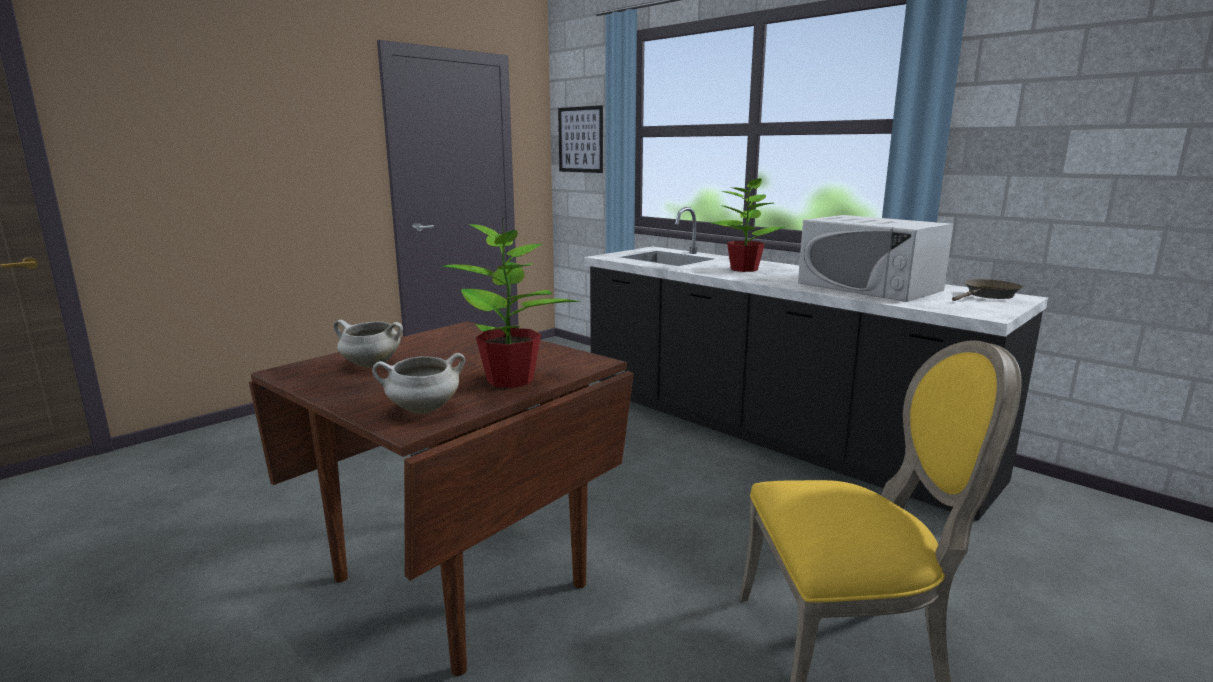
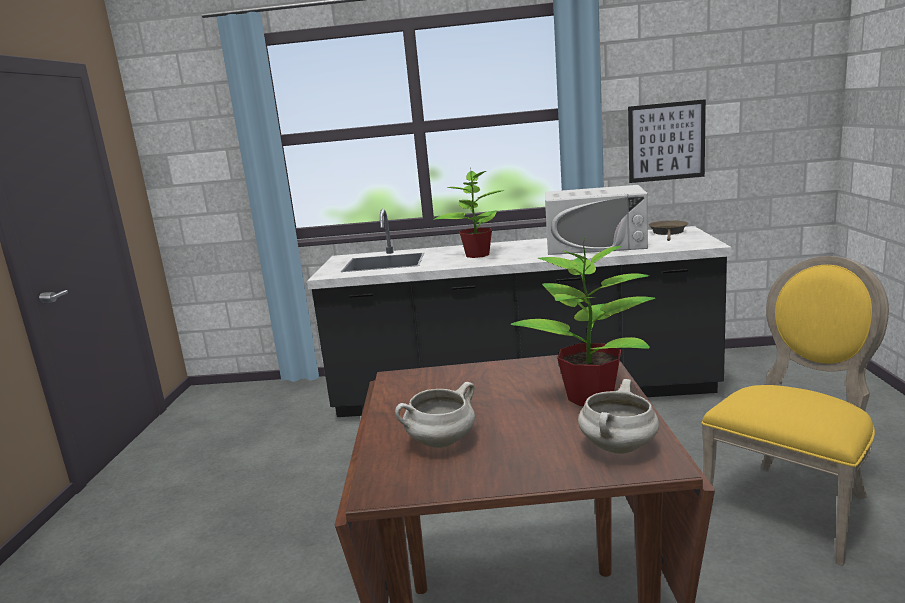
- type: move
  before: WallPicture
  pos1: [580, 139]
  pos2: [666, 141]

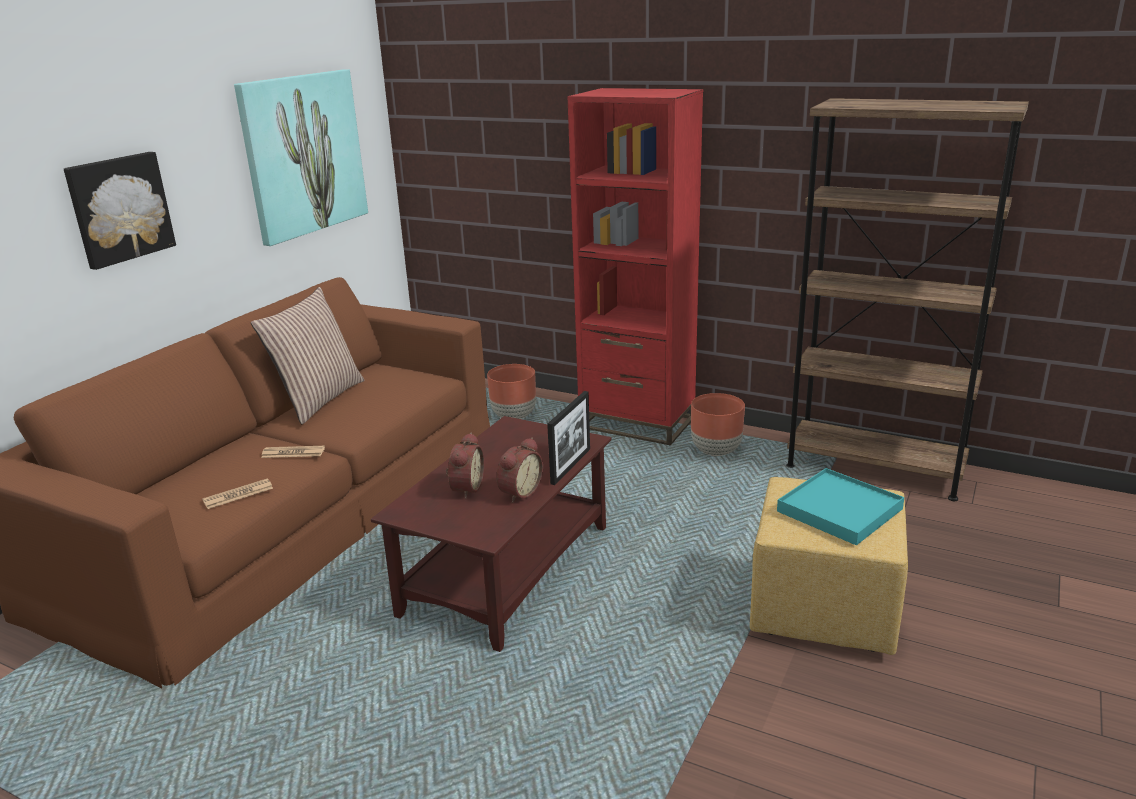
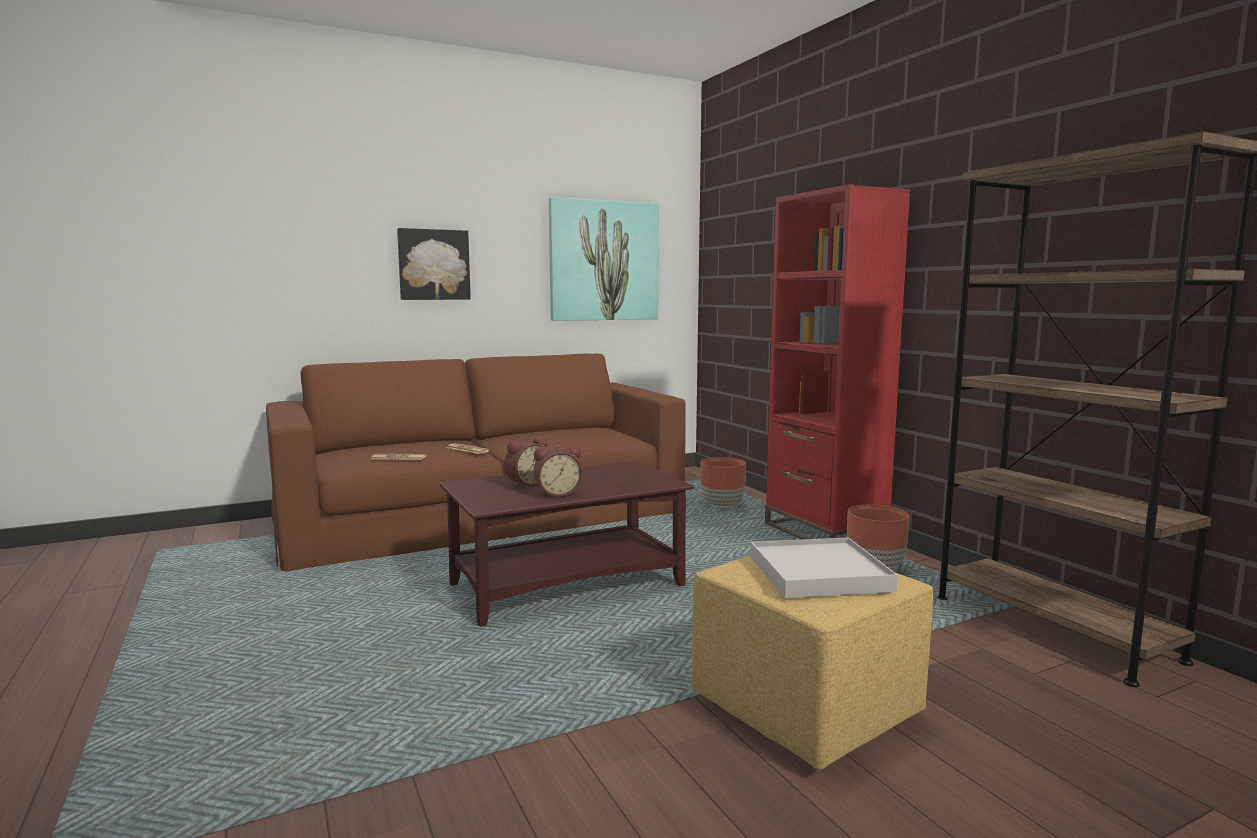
- type: delete
  before: Cushion
  pos1: [318, 399]
- type: delete
  before: StandingFrame
  pos1: [571, 466]
- type: recolor
  before: TurquoiseTray
  after: WhiteTray
  pos1: [839, 510]
  pos2: [819, 573]

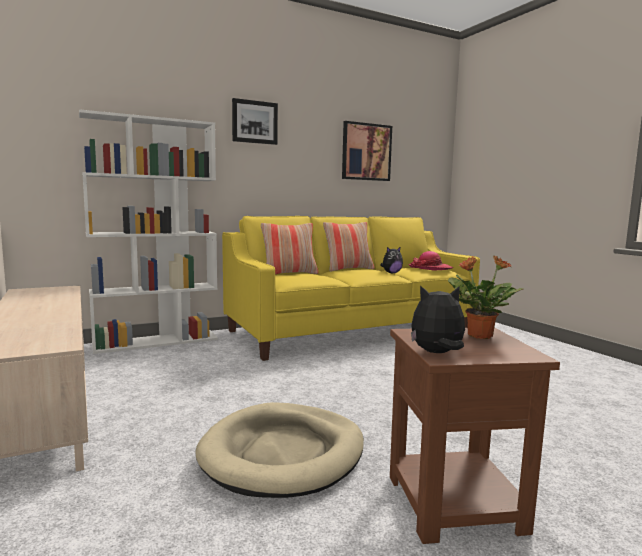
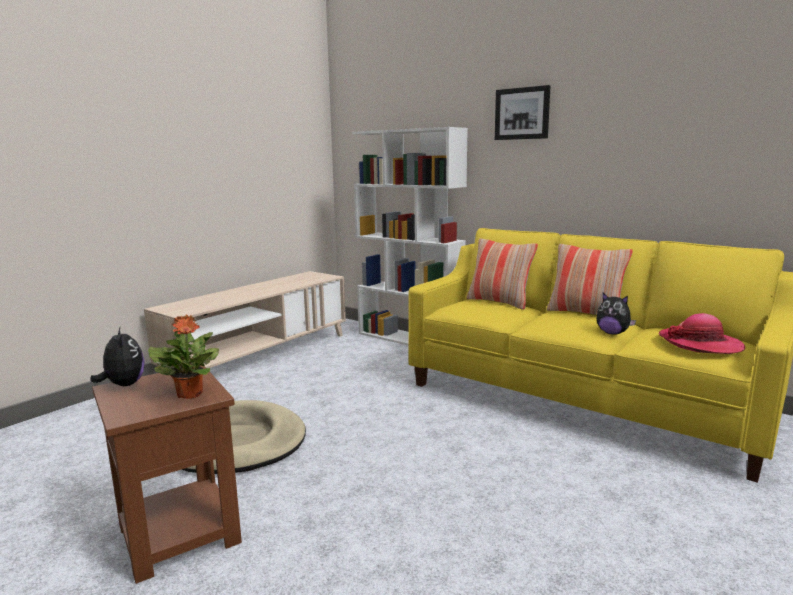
- type: delete
  before: WallPicture
  pos1: [366, 152]

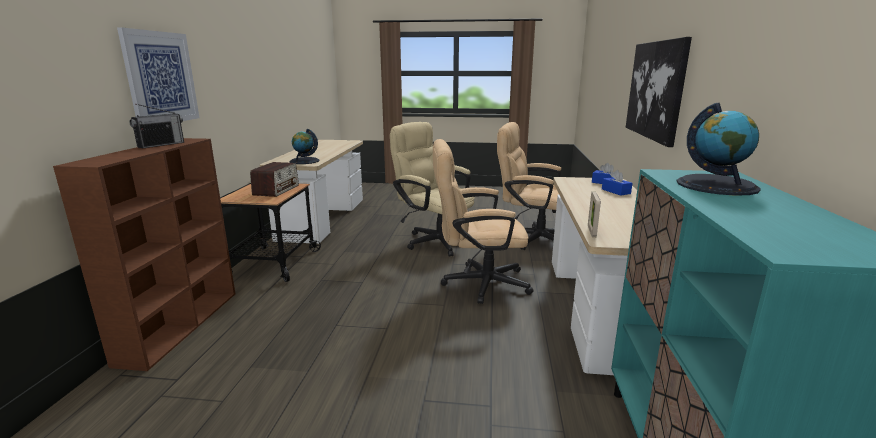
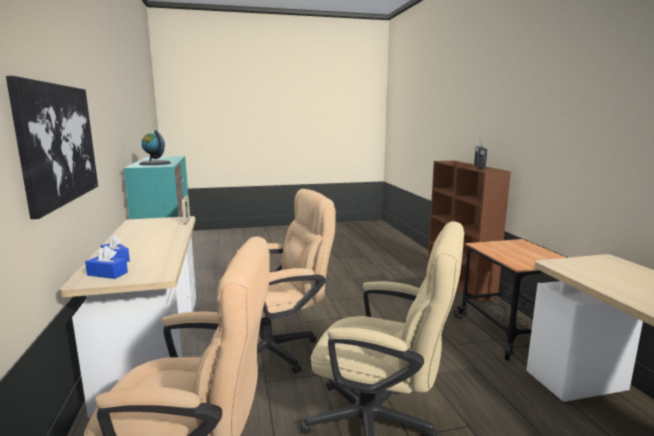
- type: delete
  before: WallPicture
  pos1: [161, 78]
- type: delete
  before: Radio
  pos1: [276, 190]
- type: delete
  before: DeskGlobe
  pos1: [304, 161]

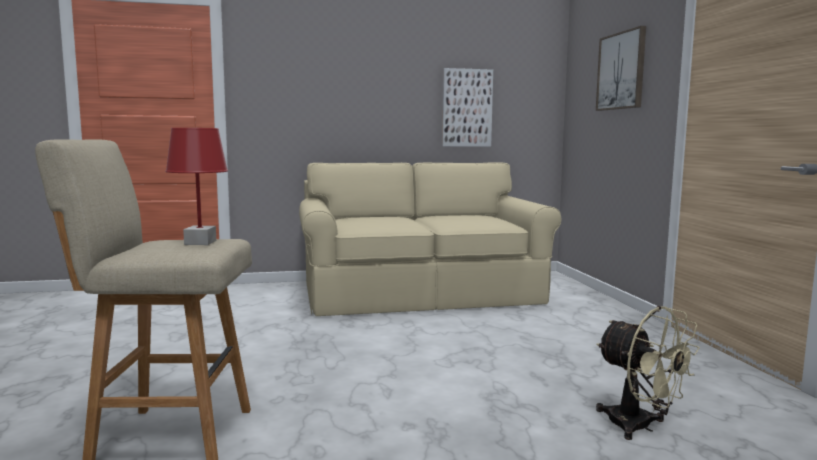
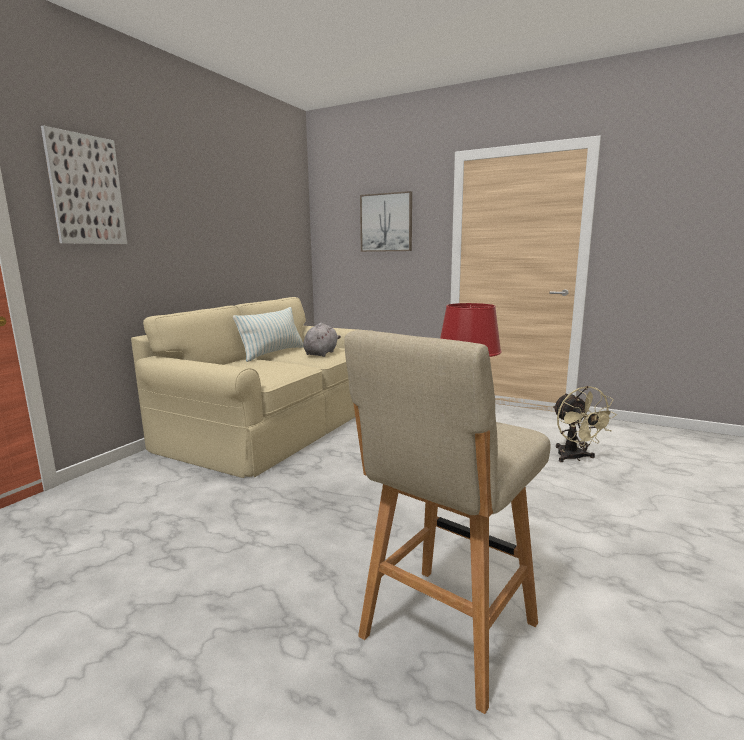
- type: move
  before: WallPicture
  pos1: [467, 108]
  pos2: [86, 190]
- type: rotate
  before: BeigeColouredCoolingFan
  pos1: [640, 427]
  pos2: [574, 458]
  turn: 75
- type: insert
  after: Cushion
  pos2: [272, 353]
- type: insert
  after: GraySoftToy
  pos2: [321, 353]

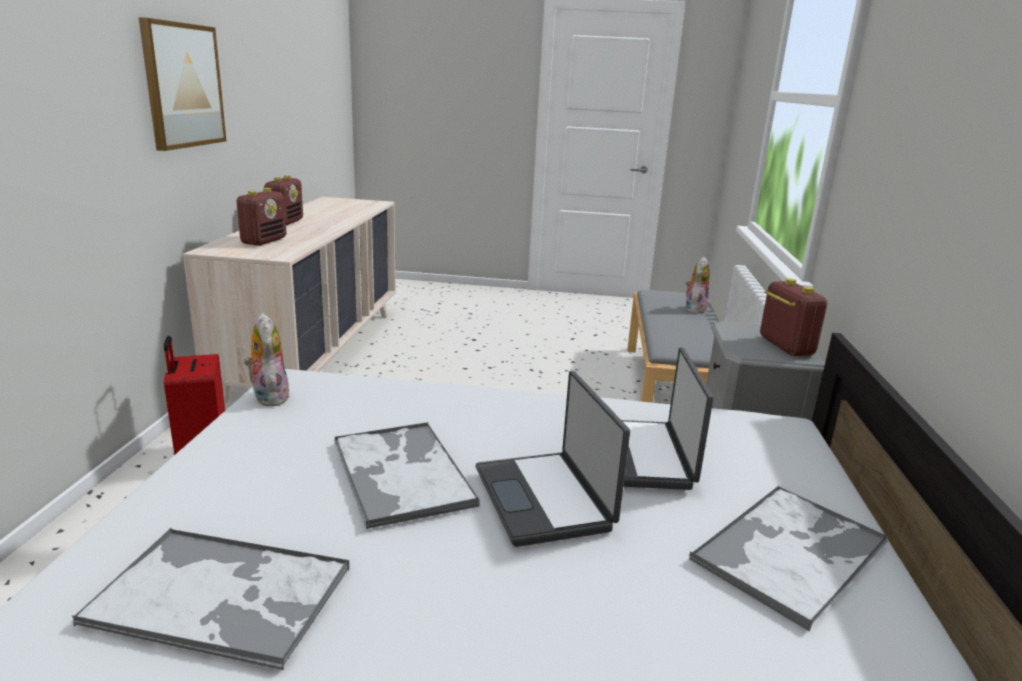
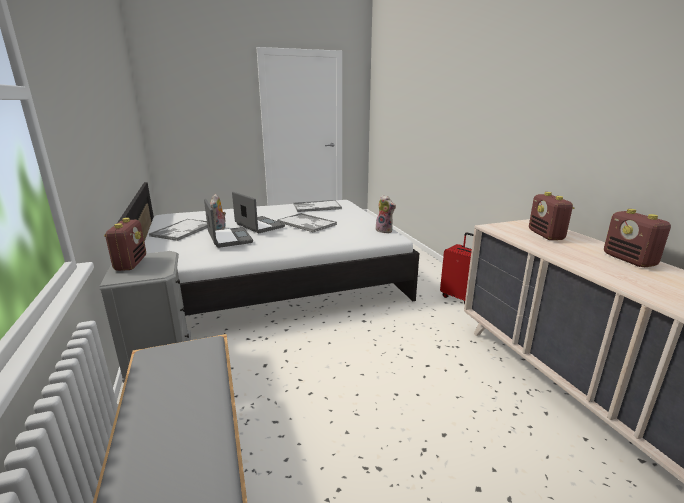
- type: delete
  before: WallPicture
  pos1: [183, 85]
- type: move
  before: SoftToy
  pos1: [694, 309]
  pos2: [219, 229]
- type: rotate
  before: Radio
  pos1: [785, 346]
  pos2: [131, 263]
  turn: -150

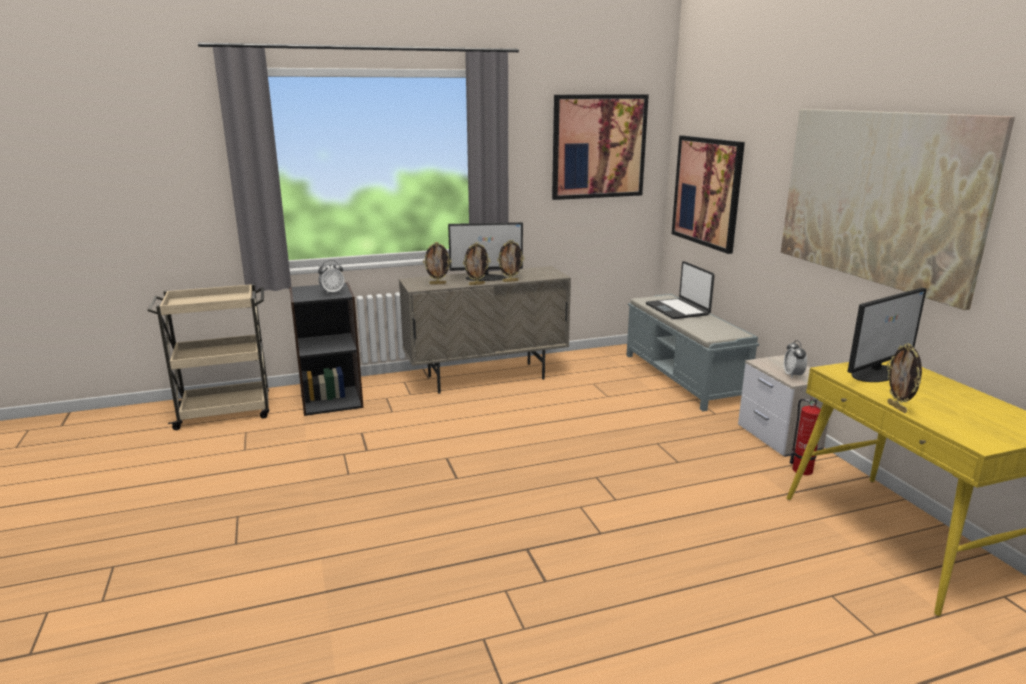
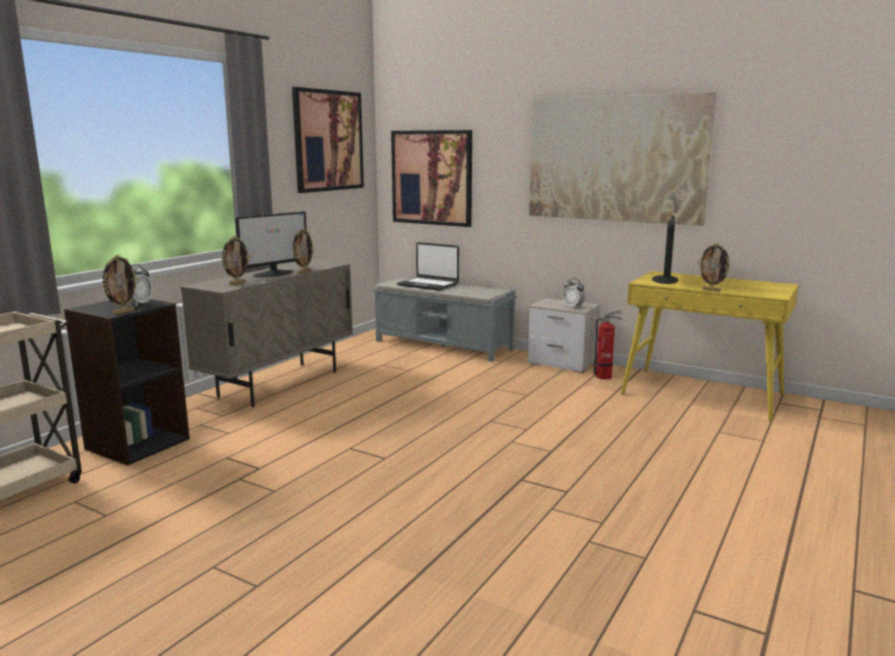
- type: move
  before: StandingFrame
  pos1: [476, 284]
  pos2: [123, 312]

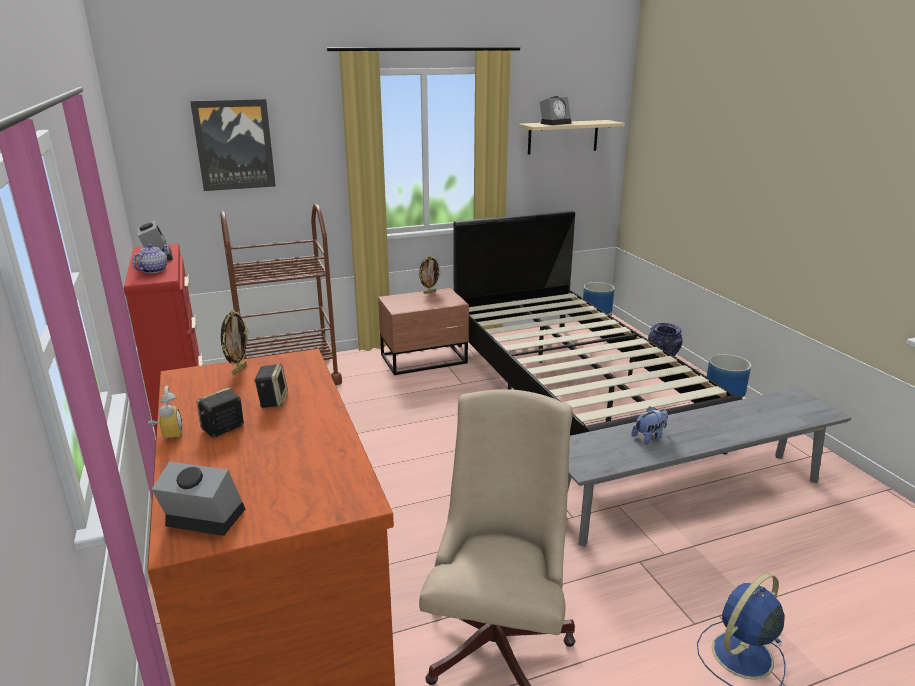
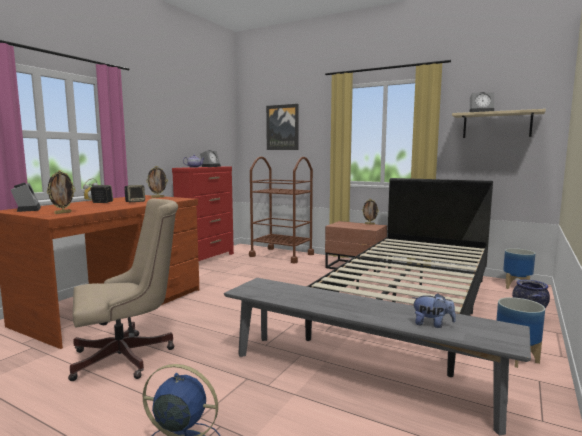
- type: move
  before: SoftToy
  pos1: [649, 437]
  pos2: [432, 324]
- type: insert
  after: StandingFrame
  pos2: [63, 213]

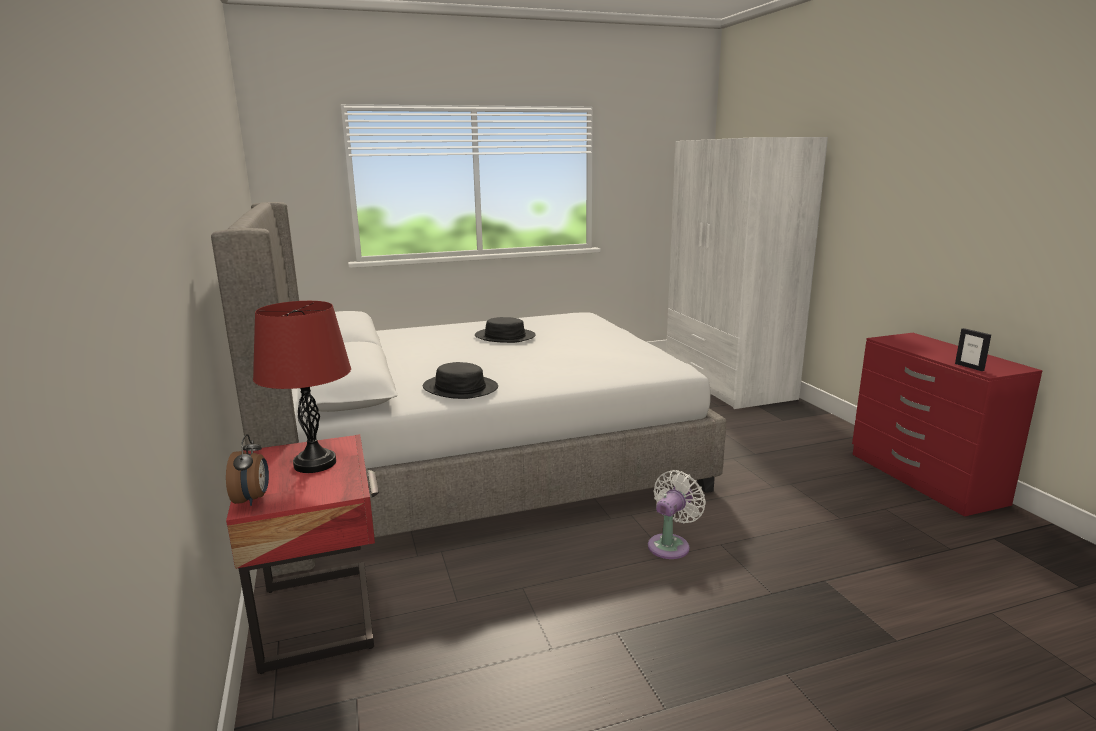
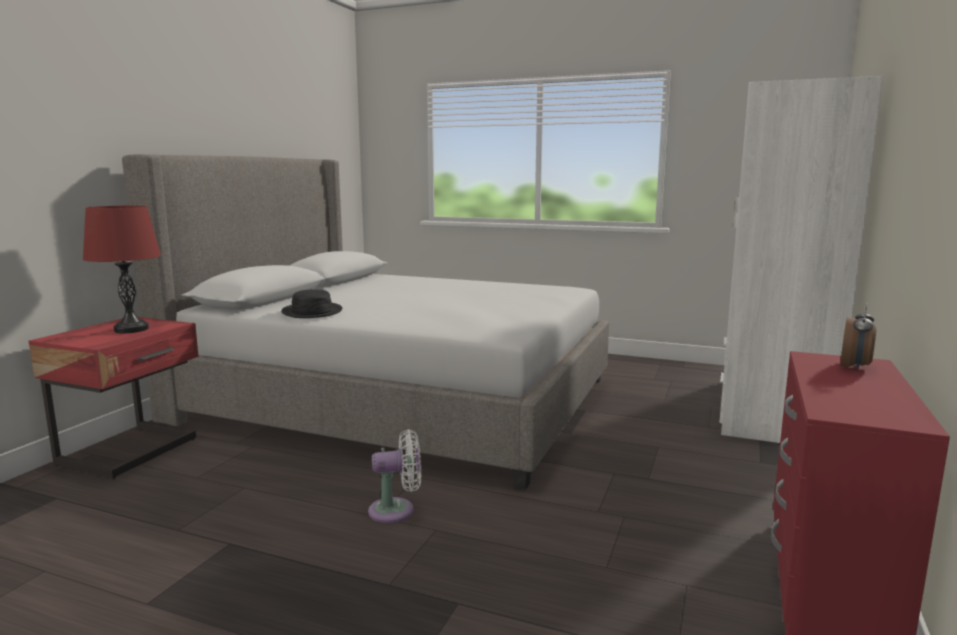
- type: move
  before: AlarmClock
  pos1: [253, 499]
  pos2: [855, 367]
- type: delete
  before: BlackishWearableHat
  pos1: [505, 336]
- type: delete
  before: StandingFrame
  pos1: [969, 367]

